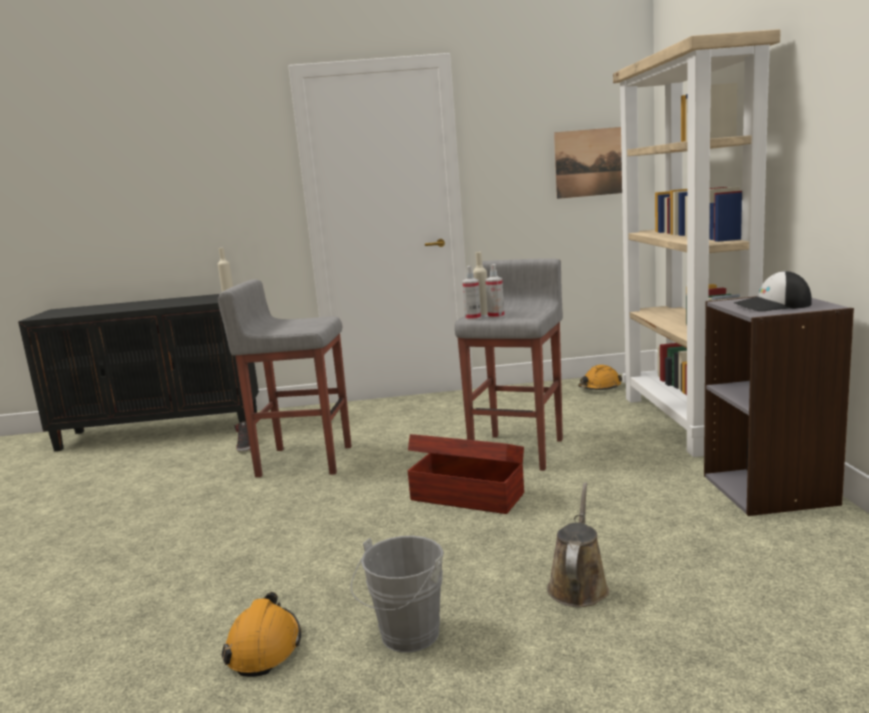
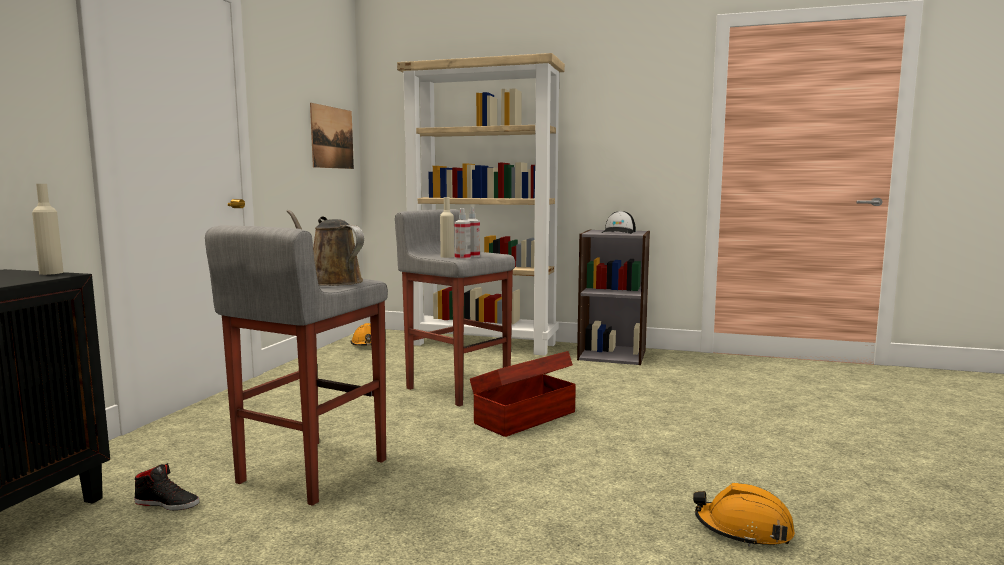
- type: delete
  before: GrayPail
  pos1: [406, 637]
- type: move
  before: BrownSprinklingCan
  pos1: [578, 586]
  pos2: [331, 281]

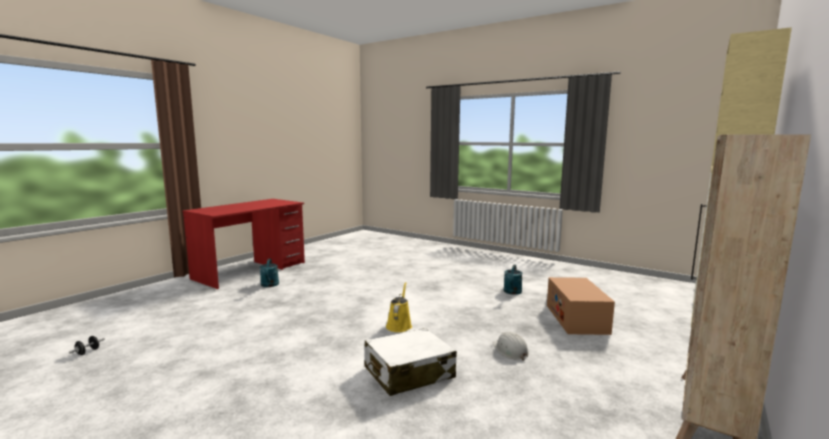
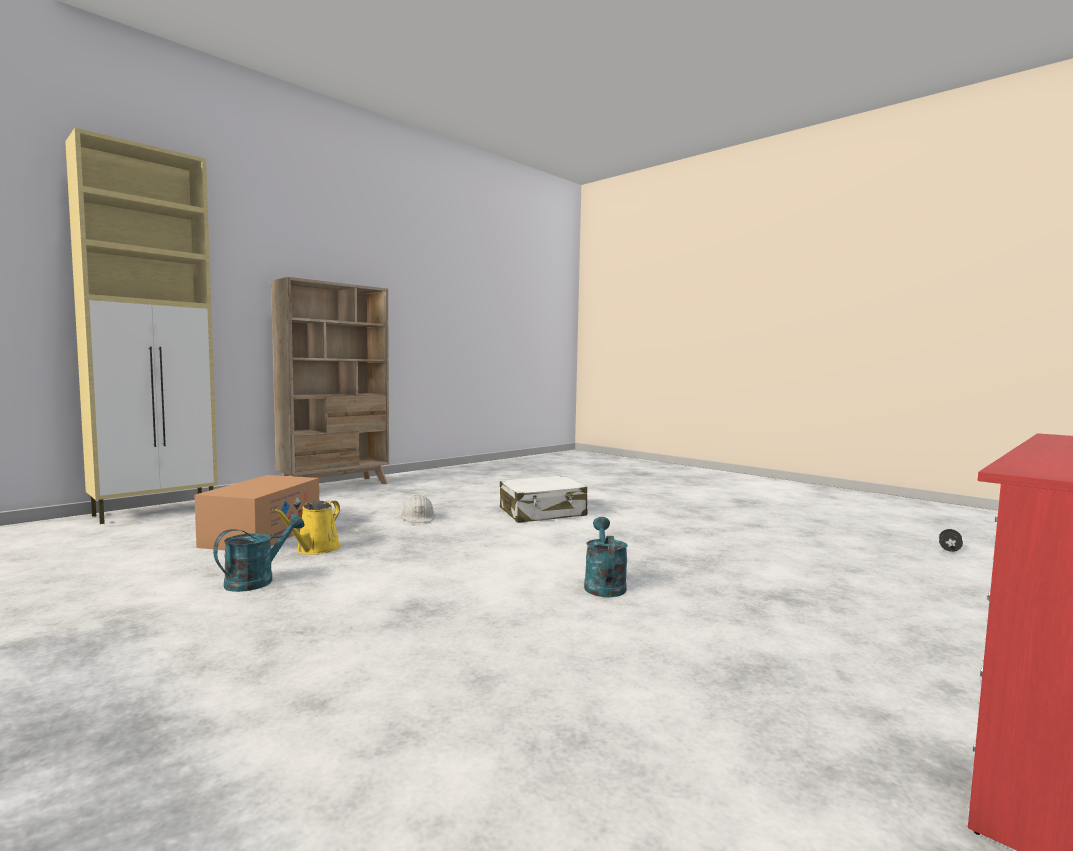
- type: move
  before: TurquoiseSprinklingCan
  pos1: [269, 285]
  pos2: [603, 585]
- type: move
  before: YellowColouredSprinklingCan
  pos1: [399, 325]
  pos2: [315, 549]

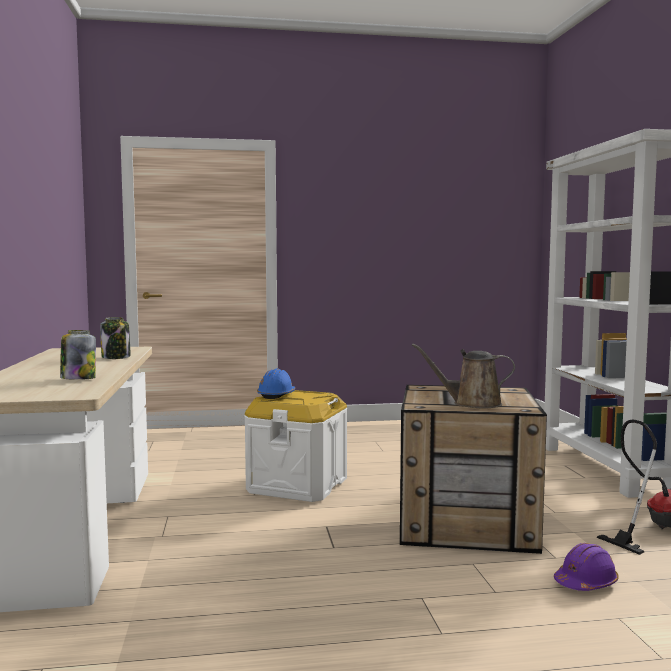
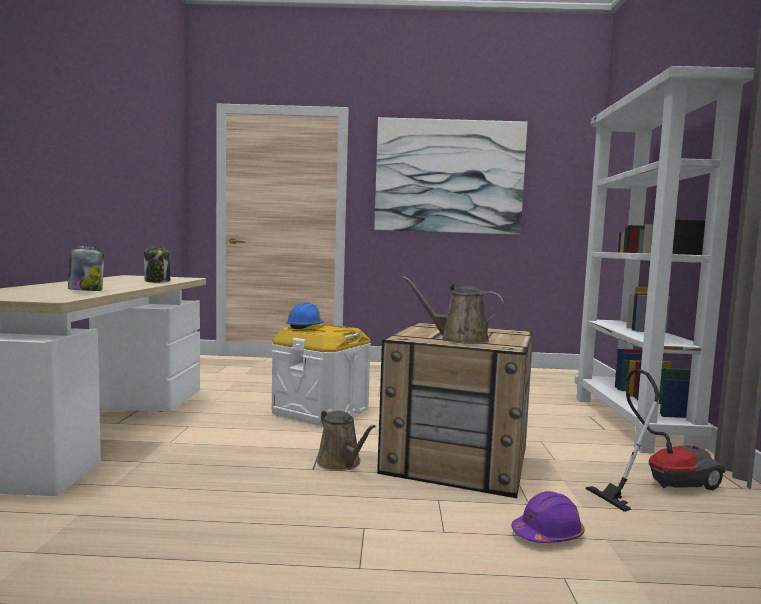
- type: insert
  after: BrownSprinklingCan
  pos2: [341, 463]
- type: insert
  after: WallPicture
  pos2: [449, 177]

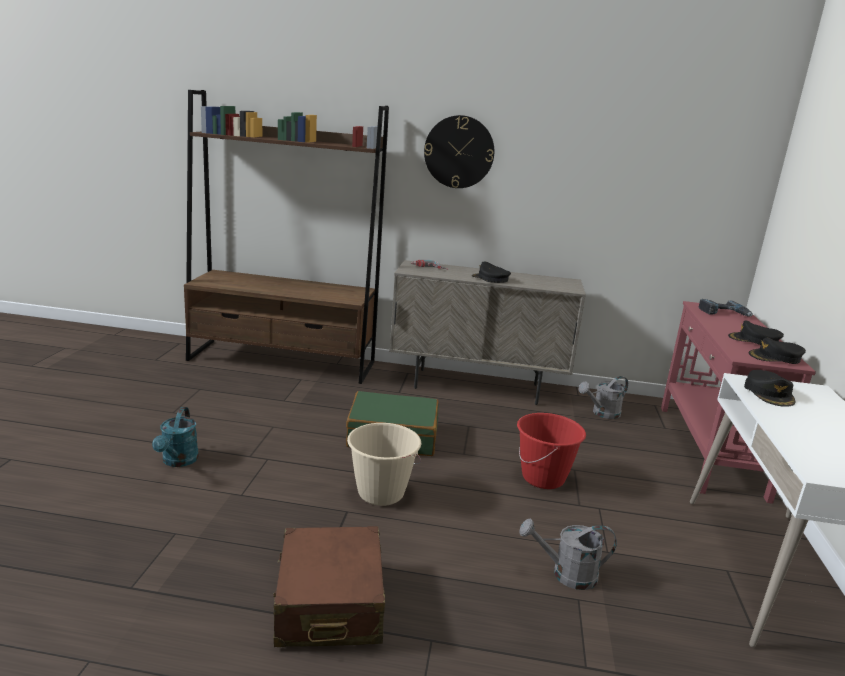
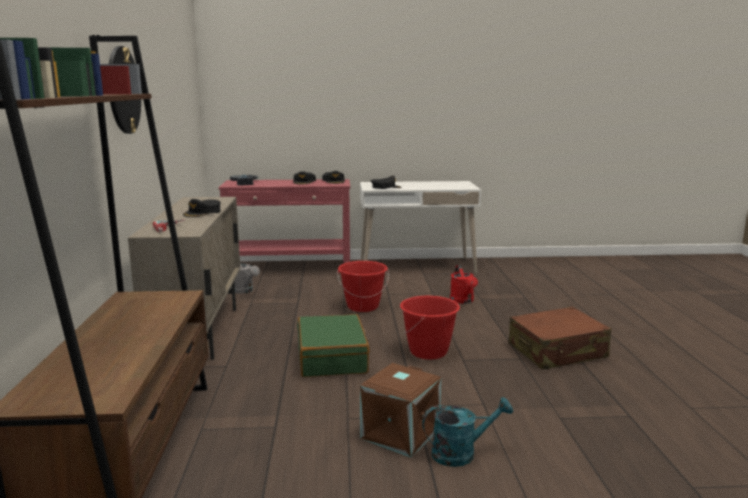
- type: recolor
  before: BeigeColouredPail
  after: RedPail
  pos1: [380, 493]
  pos2: [428, 352]
- type: recolor
  before: GraySprinklingCan
  after: RedSprinklingCan
  pos1: [566, 574]
  pos2: [463, 301]
- type: insert
  after: BrownStorageBox
  pos2: [401, 434]

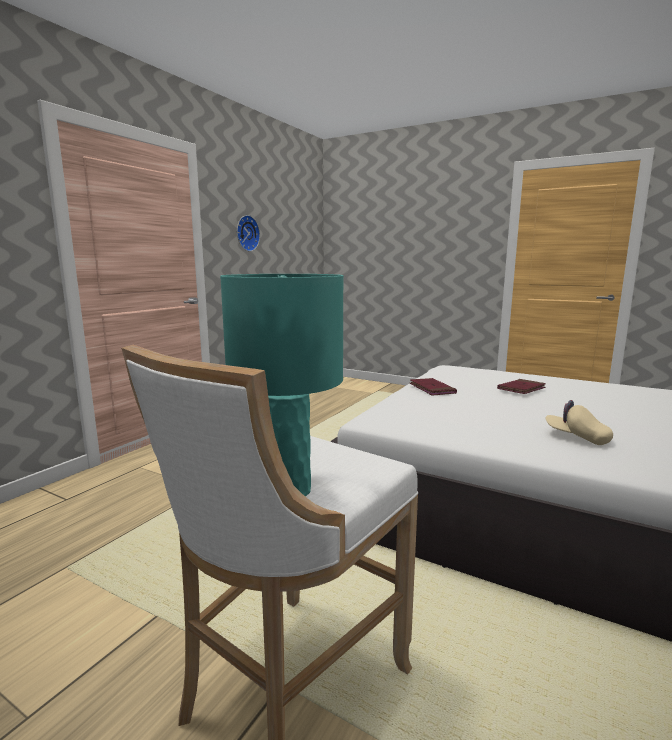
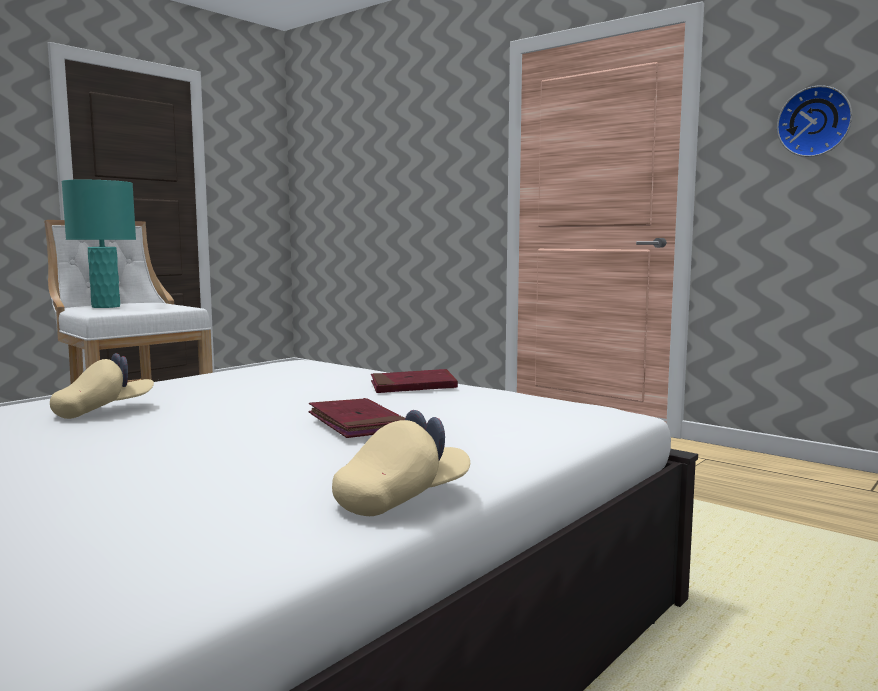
- type: insert
  after: BeigeColouredPeakedCap
  pos2: [402, 499]

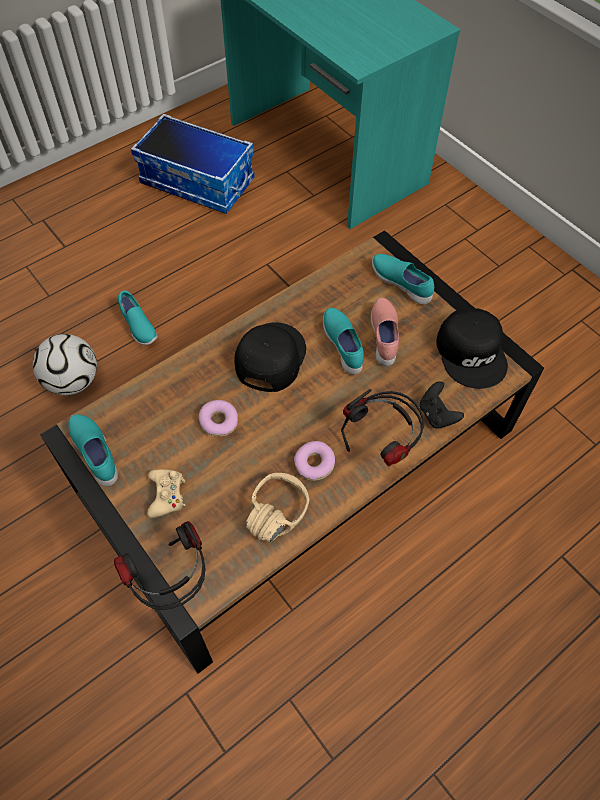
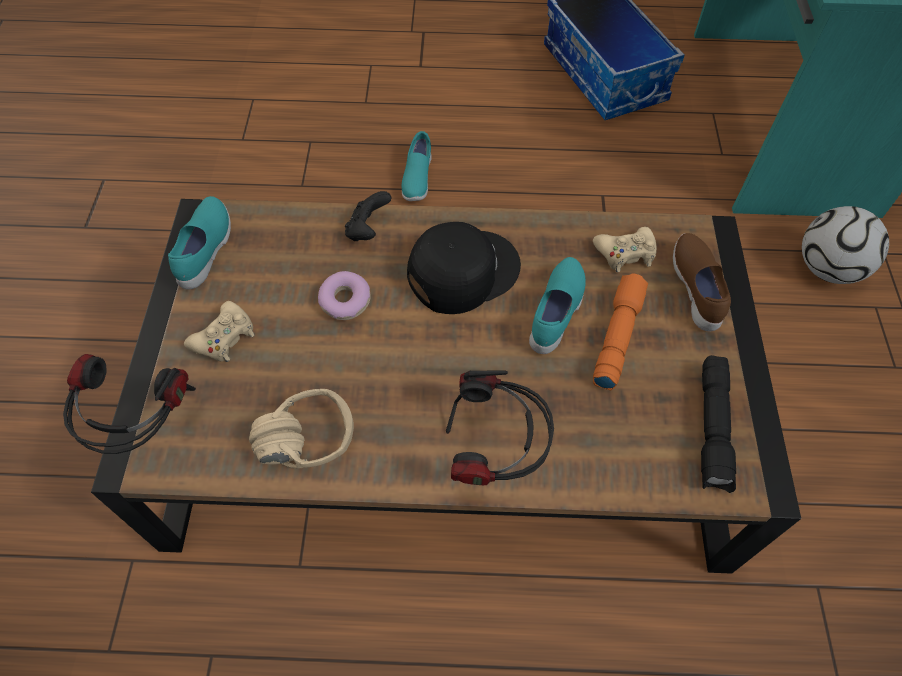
- type: move
  before: FootballBall
  pos1: [73, 381]
  pos2: [827, 269]
- type: delete
  before: RingDoughnut
  pos1: [314, 464]
- type: replace
  before: PinkishLowShoe
  after: OrangeColouredFlashlight
  pos1: [385, 337]
  pos2: [616, 336]
- type: recolor
  before: TurquoiseLowShoe
  after: BrownLowShoe
  pos1: [401, 284]
  pos2: [697, 289]
- type: move
  before: BlackishJoypad
  pos1: [437, 415]
  pos2: [368, 230]
- type: replace
  before: BlackishPeakedCap
  after: BlackishFlashlight
  pos1: [472, 352]
  pos2: [713, 429]
- type: insert
  after: BeigeColouredJoypad
  pos2: [625, 253]

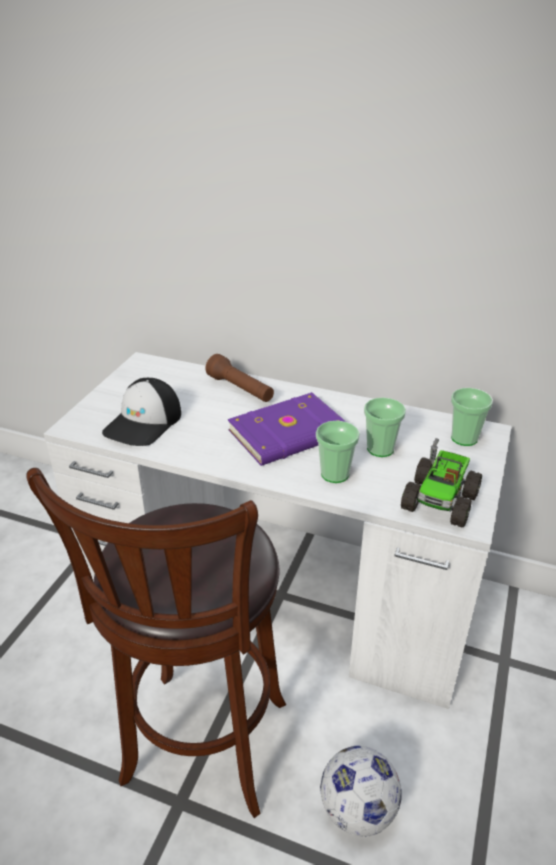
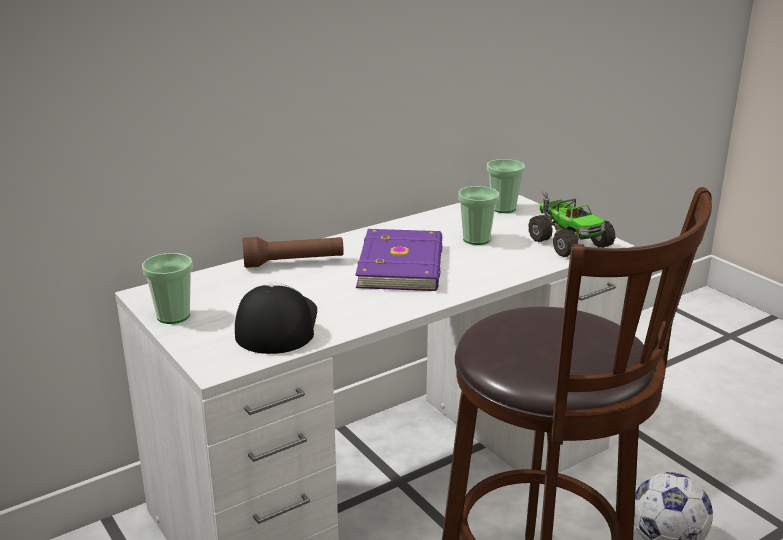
- type: rotate
  before: PeakedCap
  pos1: [144, 422]
  pos2: [276, 325]
  turn: -150
- type: move
  before: Cup
  pos1: [335, 474]
  pos2: [173, 316]

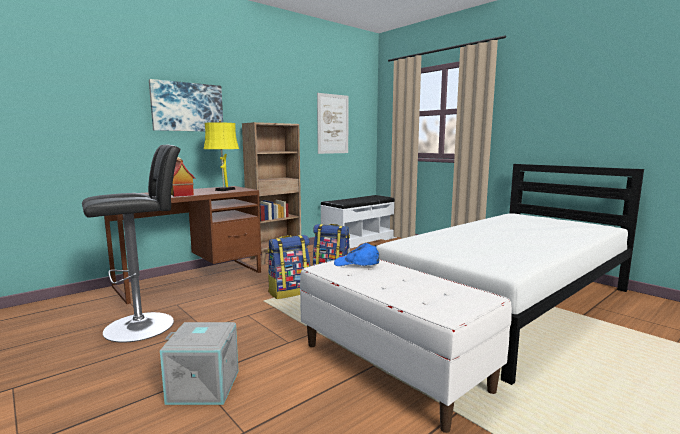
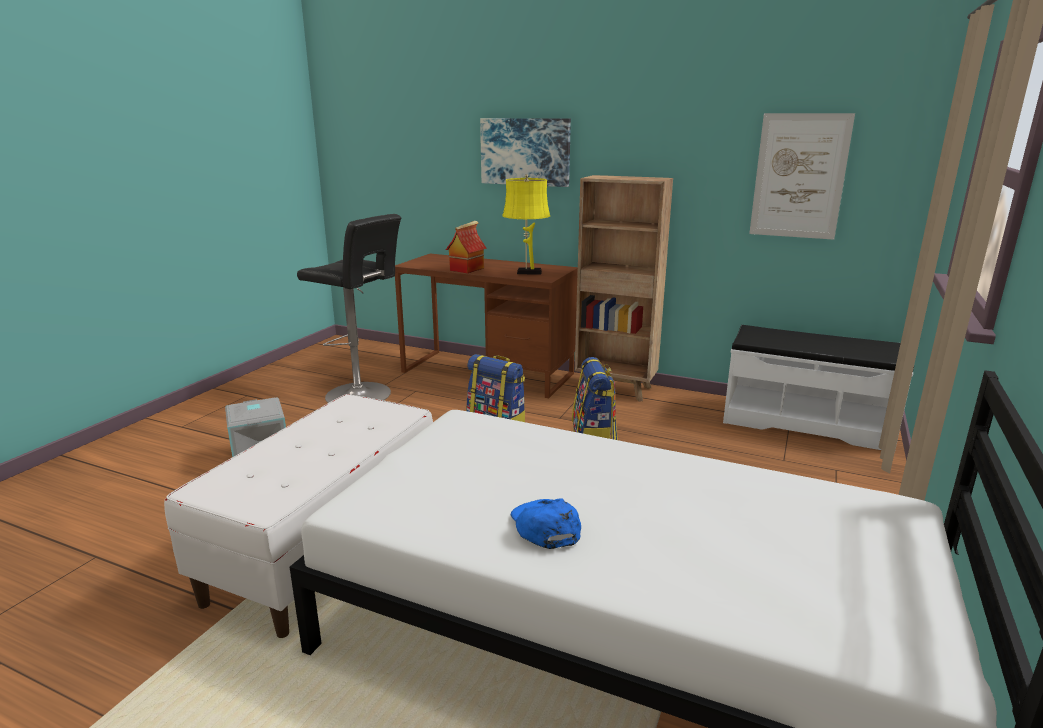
- type: move
  before: BlueColouredPeakedCap
  pos1: [357, 263]
  pos2: [545, 526]

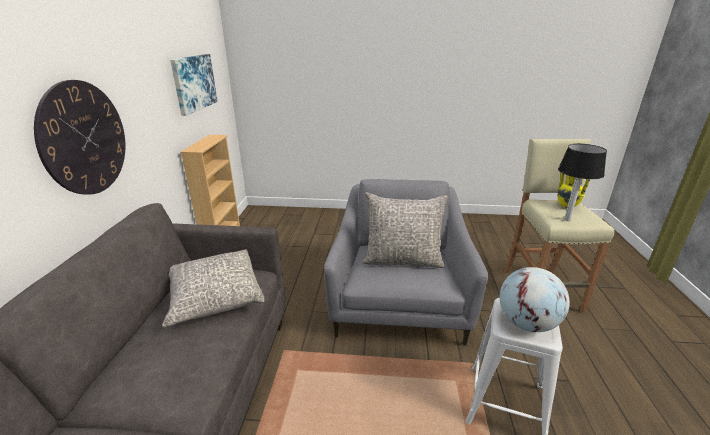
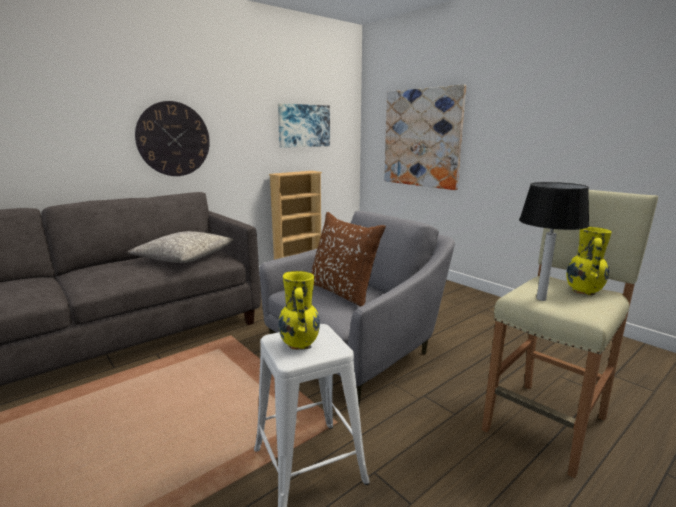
- type: recolor
  before: GrayCushion
  after: BrownCushion
  pos1: [402, 260]
  pos2: [343, 291]
- type: replace
  before: DeskGlobe
  after: YellowColouredFlowerVase
  pos1: [527, 323]
  pos2: [300, 344]
- type: insert
  after: WallPicture
  pos2: [422, 138]

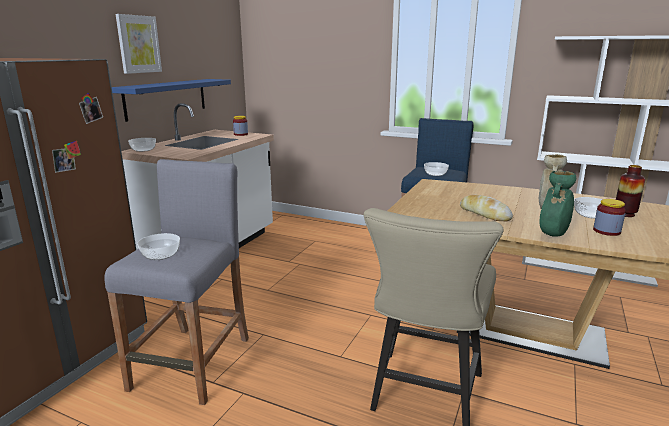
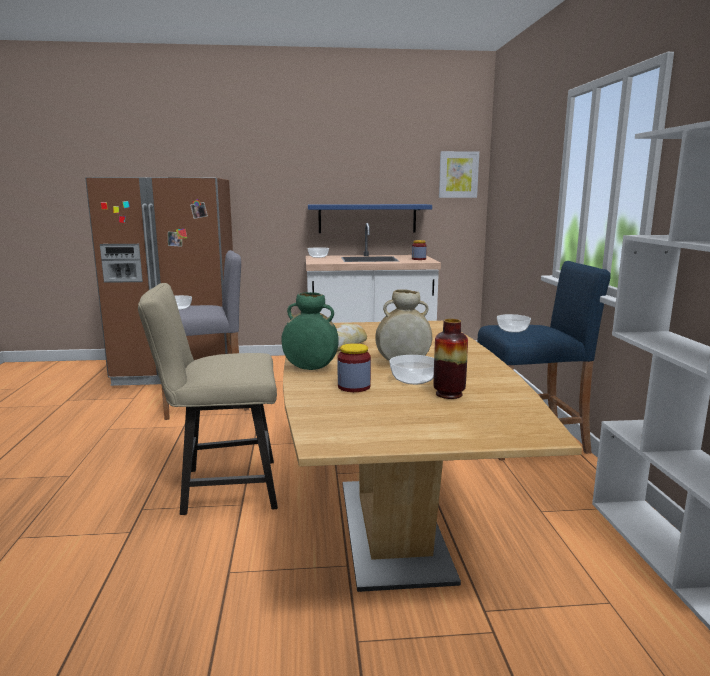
- type: move
  before: WallPicture
  pos1: [138, 44]
  pos2: [458, 174]

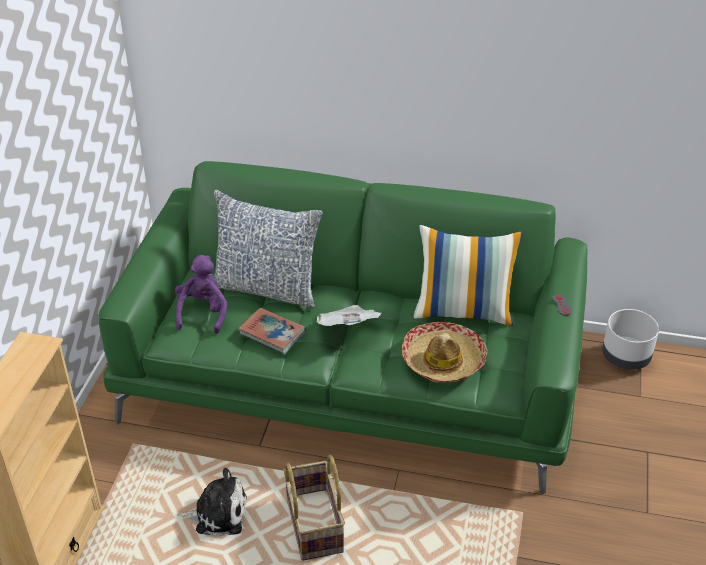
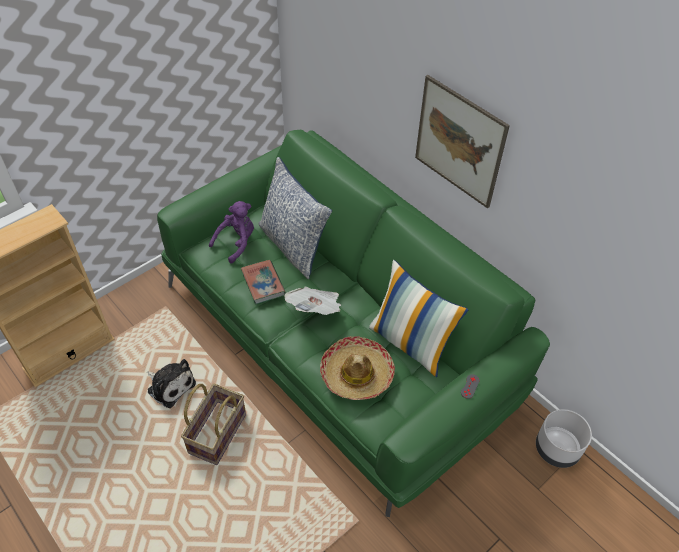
- type: insert
  after: WallPicture
  pos2: [459, 142]

